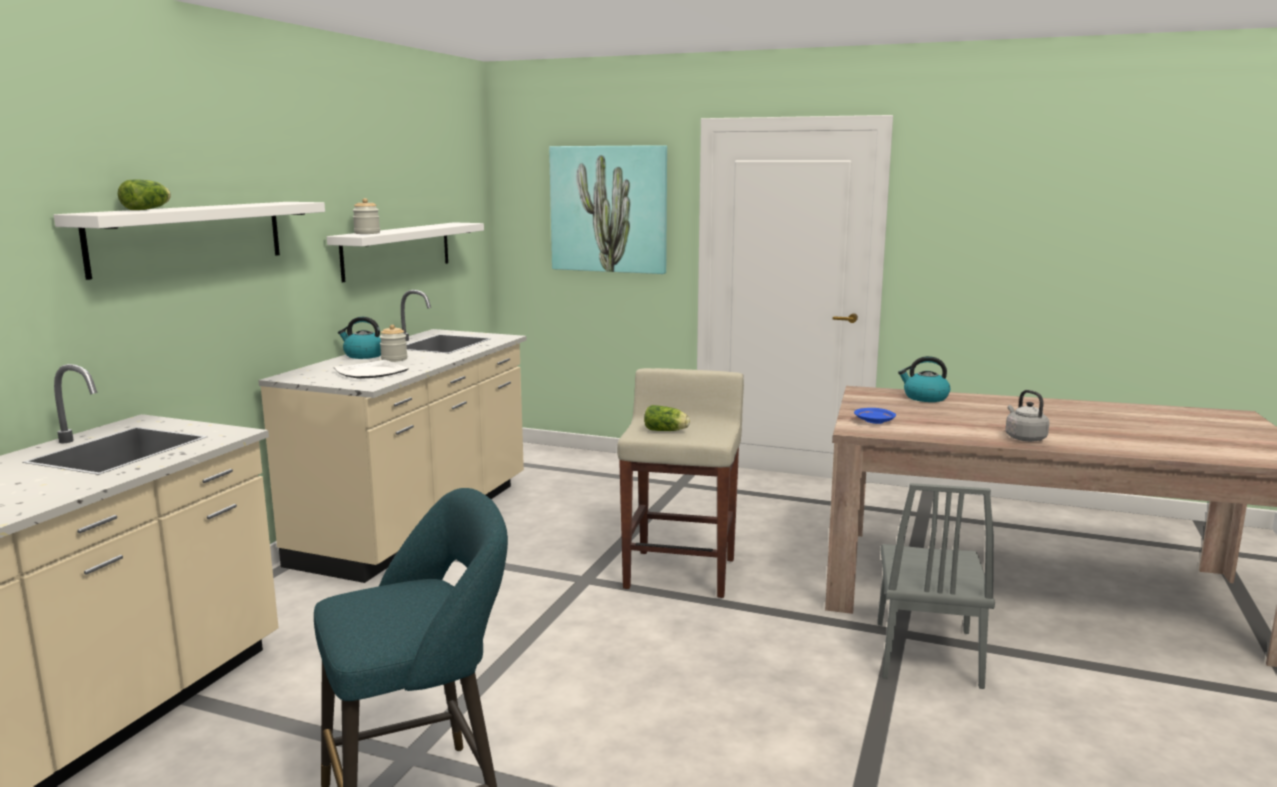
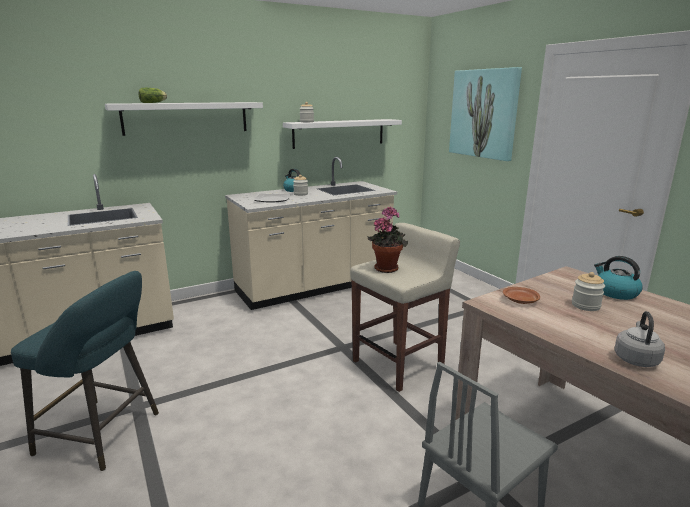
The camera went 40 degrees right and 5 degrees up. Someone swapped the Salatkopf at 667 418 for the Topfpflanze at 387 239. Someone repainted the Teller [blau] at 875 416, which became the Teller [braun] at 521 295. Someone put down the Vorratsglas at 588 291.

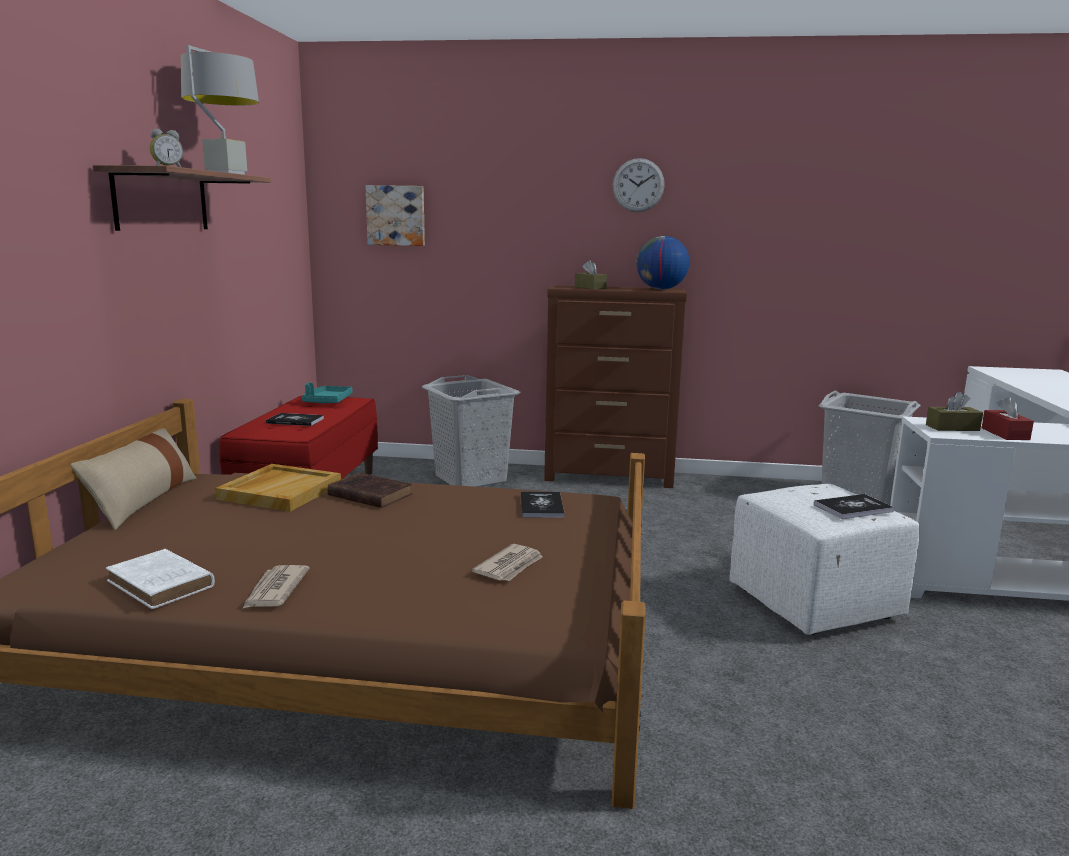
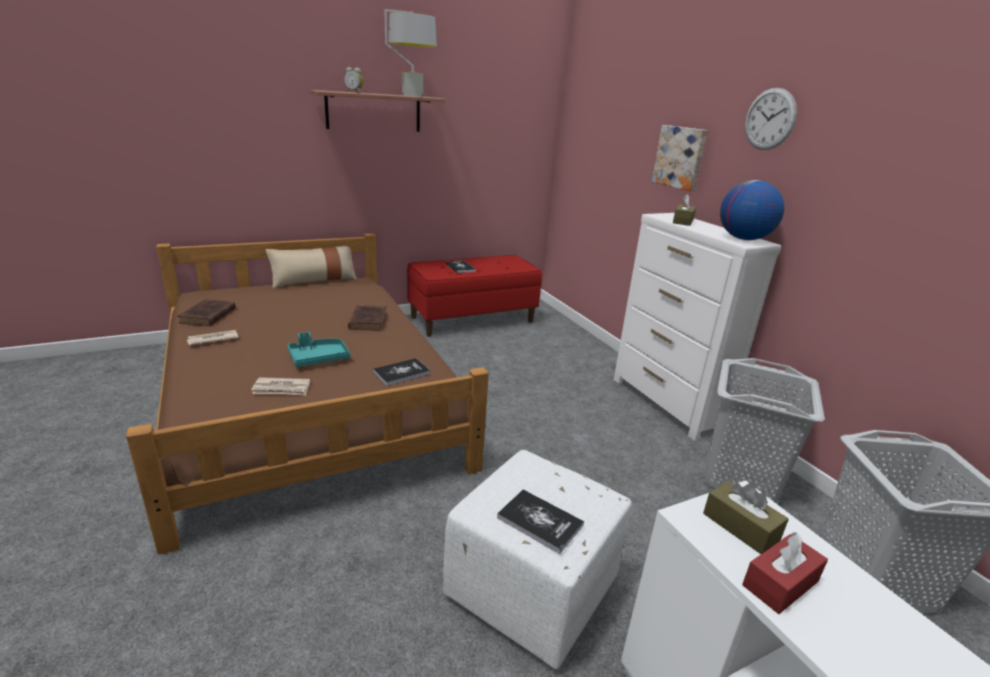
The camera went 55 degrees right and 10 degrees up. Someone carried the Bild from 395 215 to 680 158. Someone repainted the Kommode [braun] at 615 386, which became the Kommode [weiß] at 697 327. Someone carried the Wäschekorb [grau] from 471 431 to 764 431. Someone carried the Tablett [türkis] from 327 392 to 318 349. Someone took away the Tablett [beige] at 278 488. Someone repainted the Buch [weiß] at 160 579, which became the Buch [braun] at 206 312.

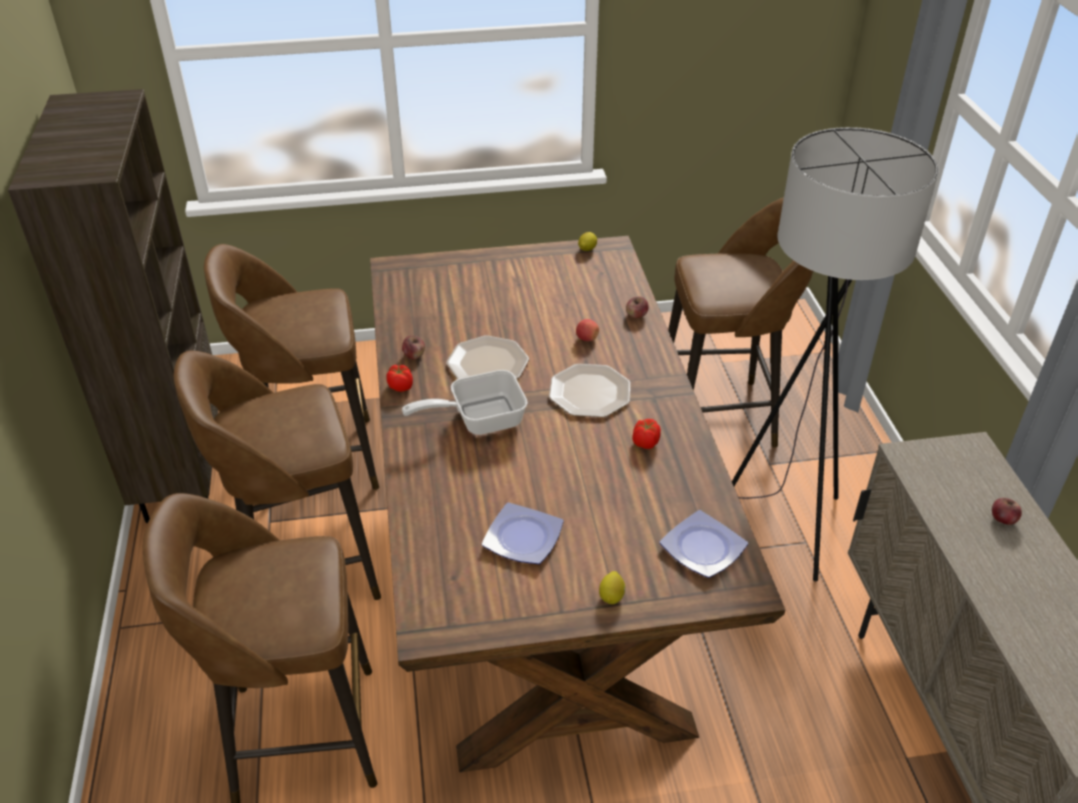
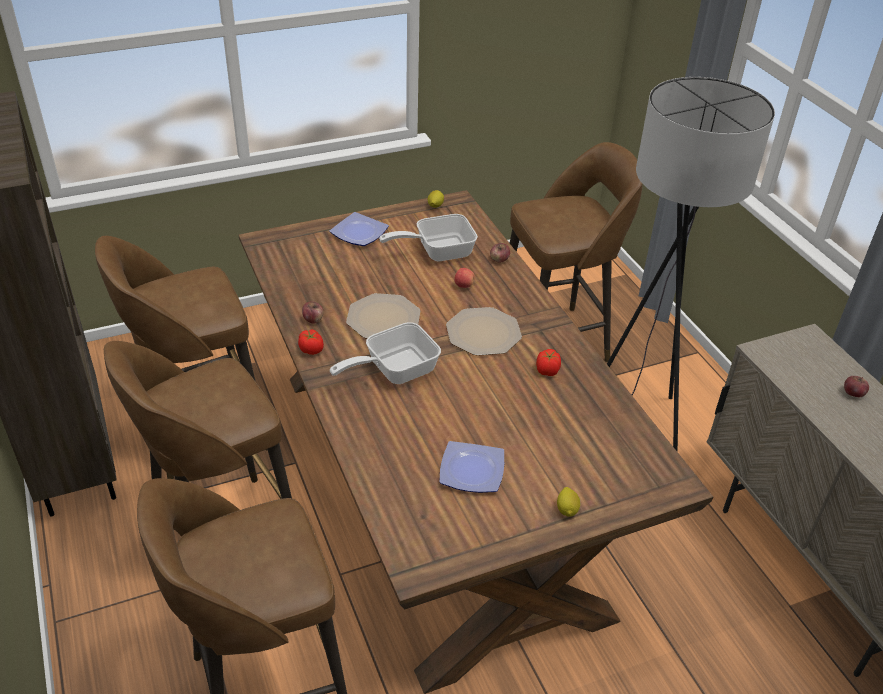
The camera went 15 degrees left and 0 degrees up. Someone carried the Teller from 704 544 to 359 229. Someone put down the Pfanne at 428 237.

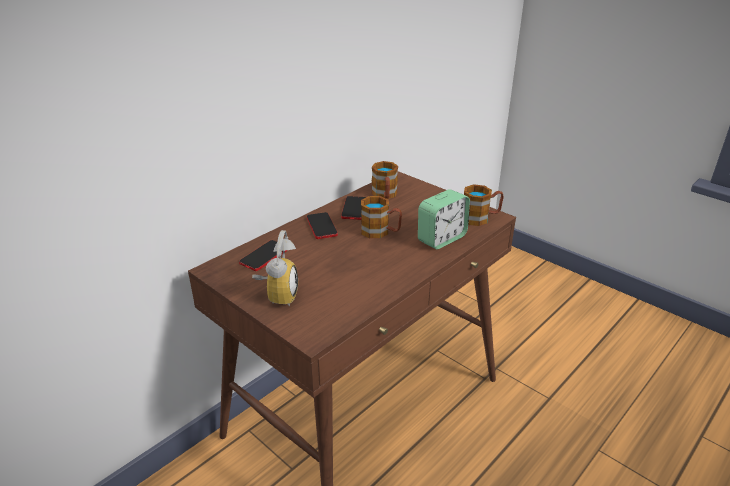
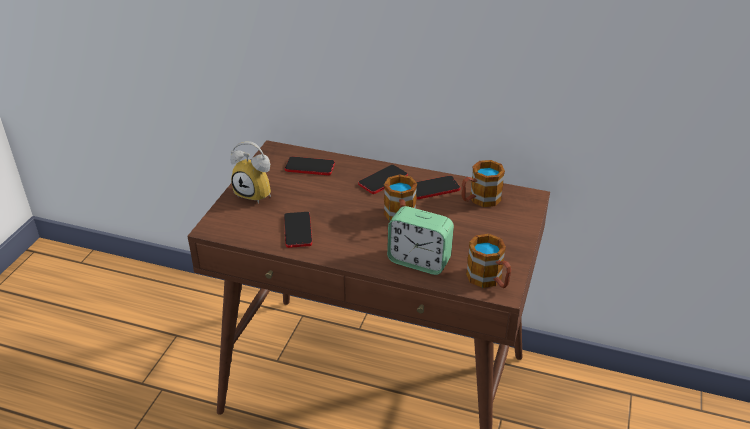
The camera went 65 degrees right and 5 degrees up. Someone rotated the Wecker at 275 268 by 45 degrees clockwise. Someone put down the Handy at 298 230.

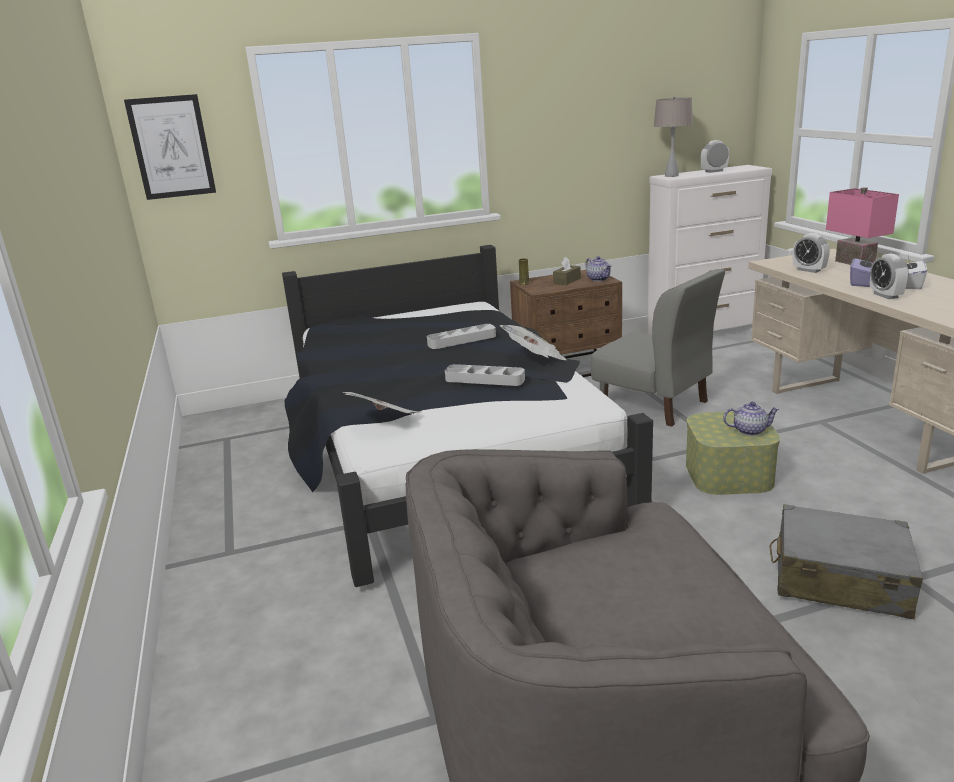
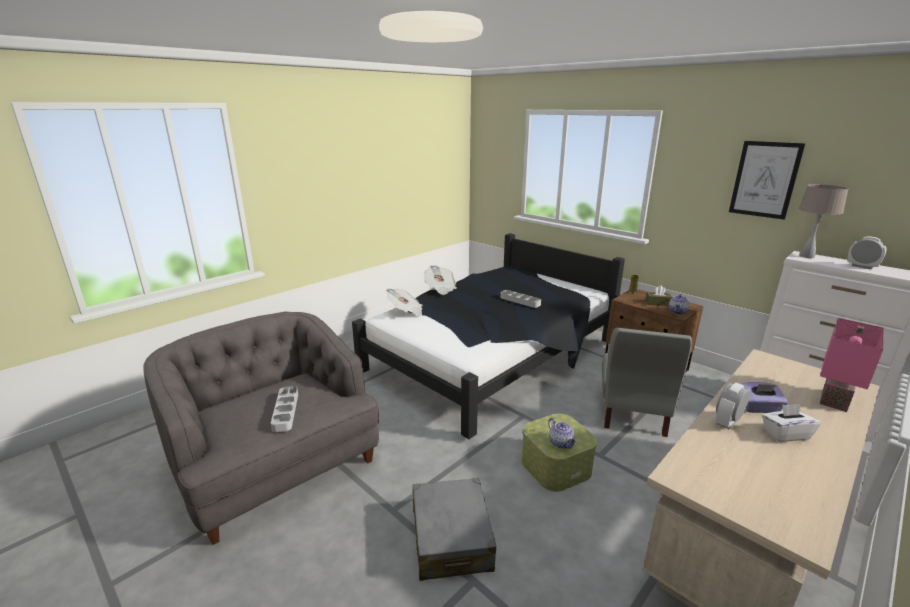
The camera went 60 degrees right and 0 degrees up. Someone carried the Bild from 170 147 to 767 180. Someone took away the Wecker at 811 253. Someone carried the Zeitung from 533 342 to 440 280. Someone carried the Tablett [grau] from 485 375 to 284 409.

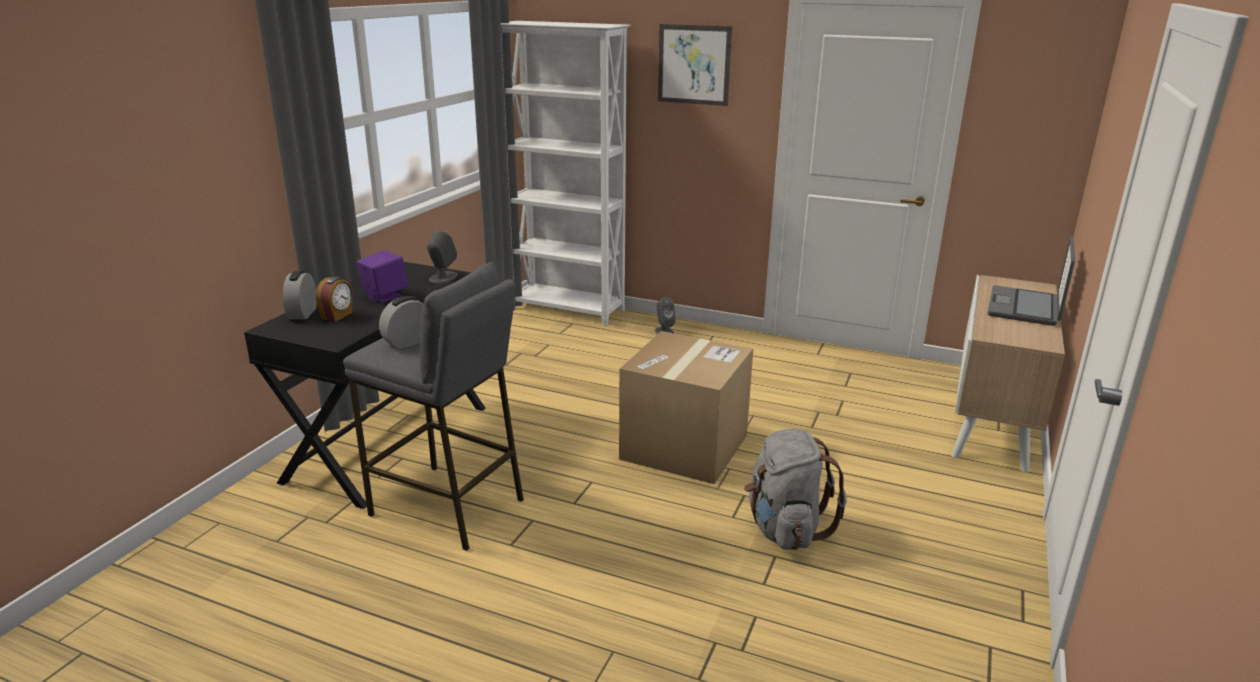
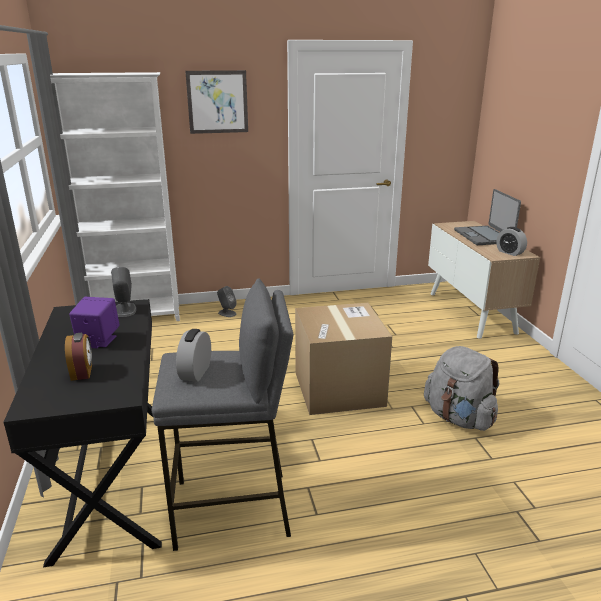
The camera went 35 degrees left and 0 degrees up. Someone carried the Wecker from 300 295 to 511 241.

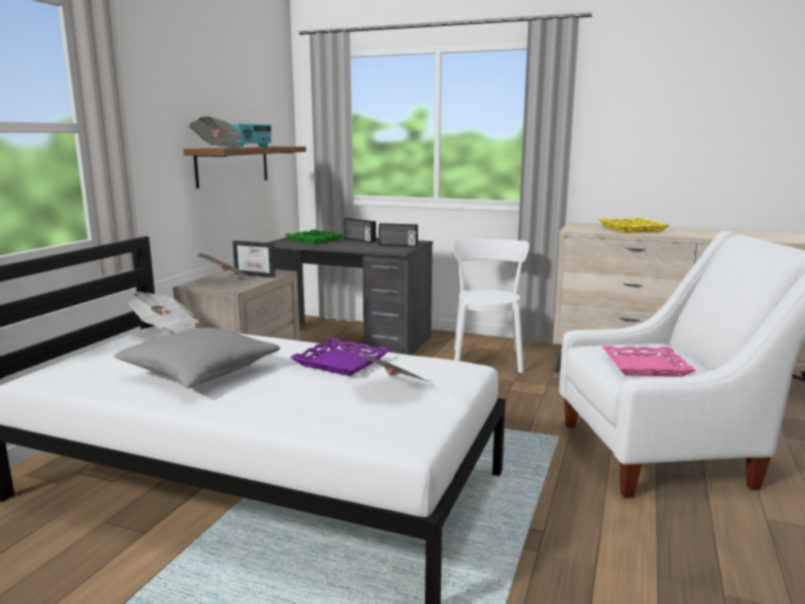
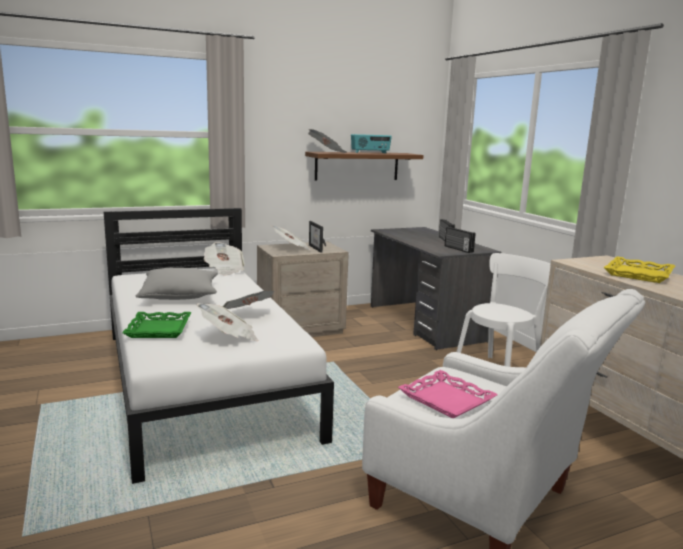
The camera went 45 degrees right and 0 degrees up. Someone carried the Tablett [grün] from 314 236 to 156 325. Someone swapped the Tablett [lila] at 340 357 for the Zeitung at 248 300.

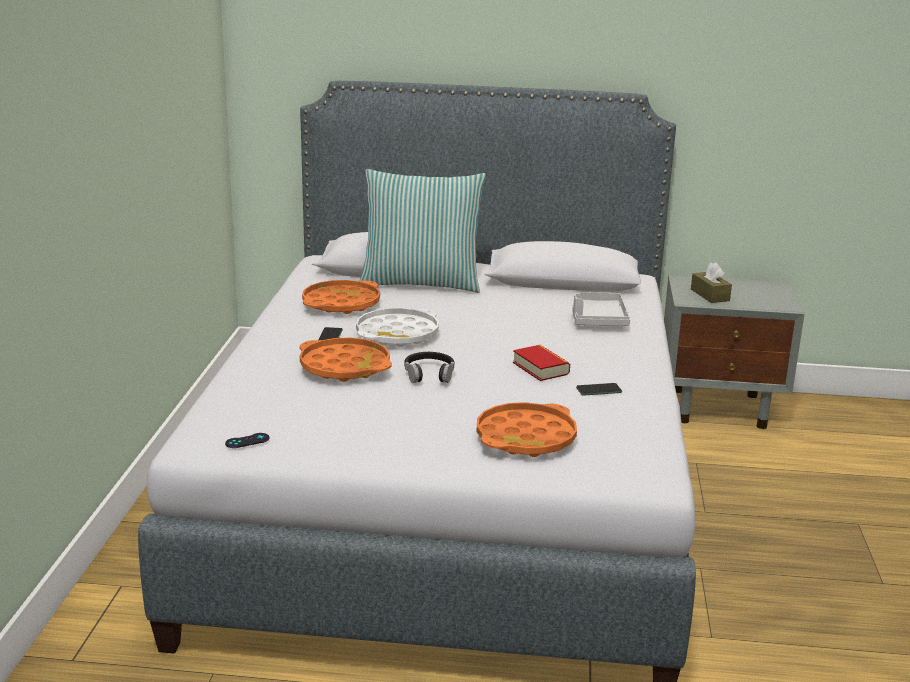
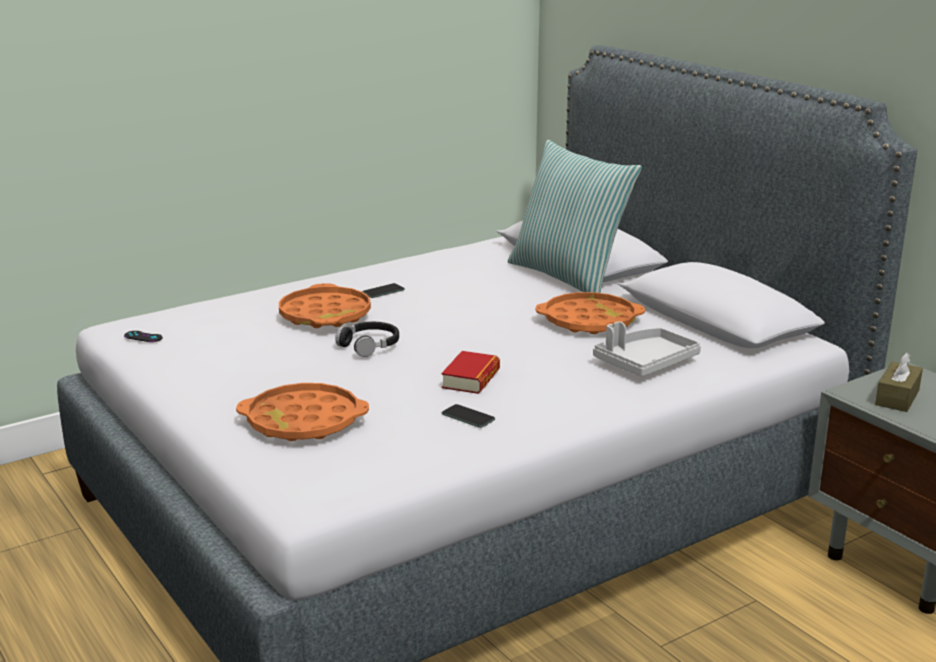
The camera went 50 degrees right and 0 degrees up. Someone carried the Tablett [orange] from 341 297 to 590 313. Someone took away the Tablett [weiß] at 397 327.

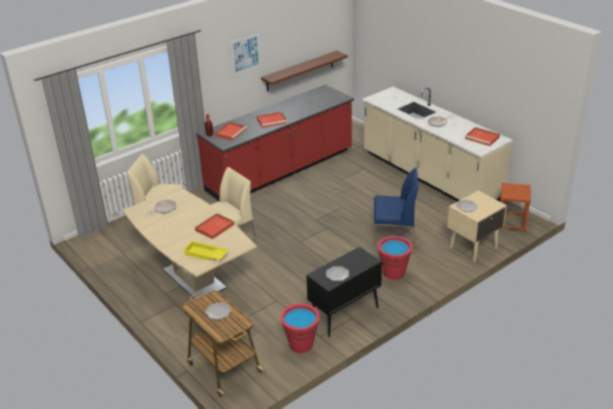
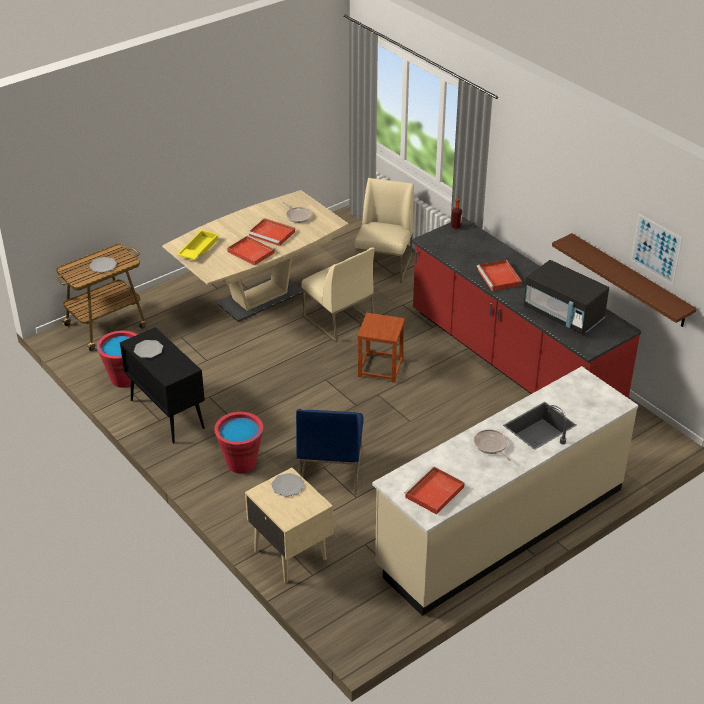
The camera went 90 degrees right and 5 degrees up. Someone carried the Bild from 246 54 to 657 249. Someone carried the Tablett [rot] from 231 131 to 271 232. Someone carried the Hocker [braun] from 514 207 to 381 348. Someone put down the Mikrowelle [schwarz] at 566 297.

